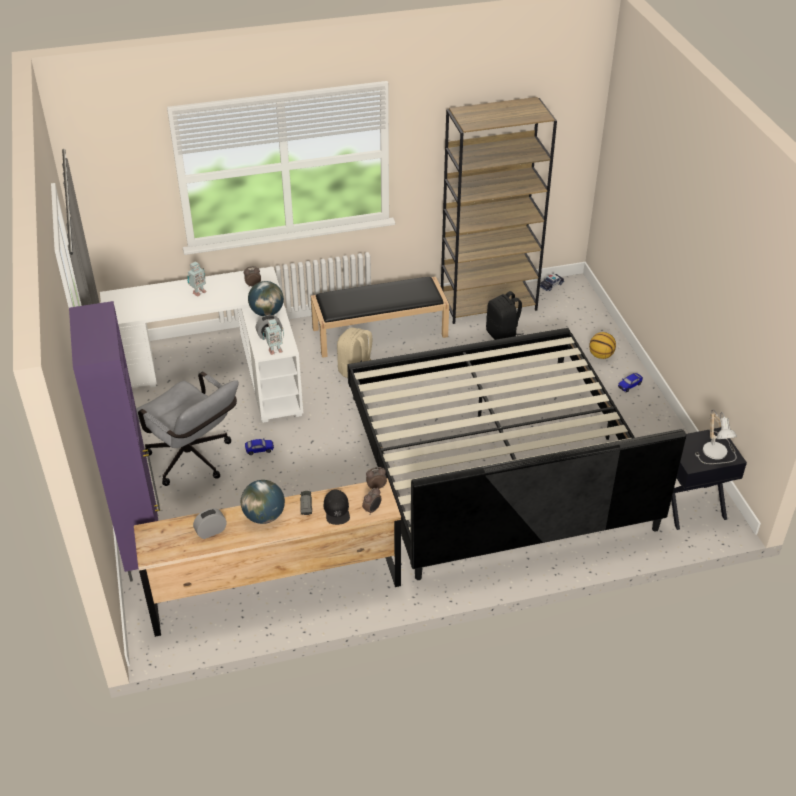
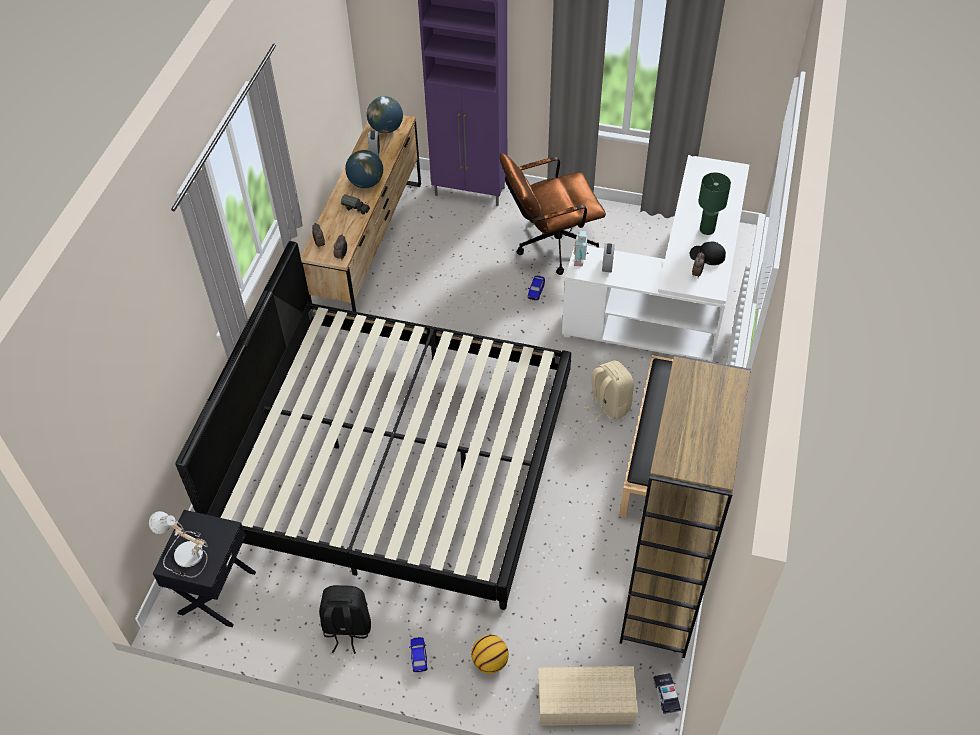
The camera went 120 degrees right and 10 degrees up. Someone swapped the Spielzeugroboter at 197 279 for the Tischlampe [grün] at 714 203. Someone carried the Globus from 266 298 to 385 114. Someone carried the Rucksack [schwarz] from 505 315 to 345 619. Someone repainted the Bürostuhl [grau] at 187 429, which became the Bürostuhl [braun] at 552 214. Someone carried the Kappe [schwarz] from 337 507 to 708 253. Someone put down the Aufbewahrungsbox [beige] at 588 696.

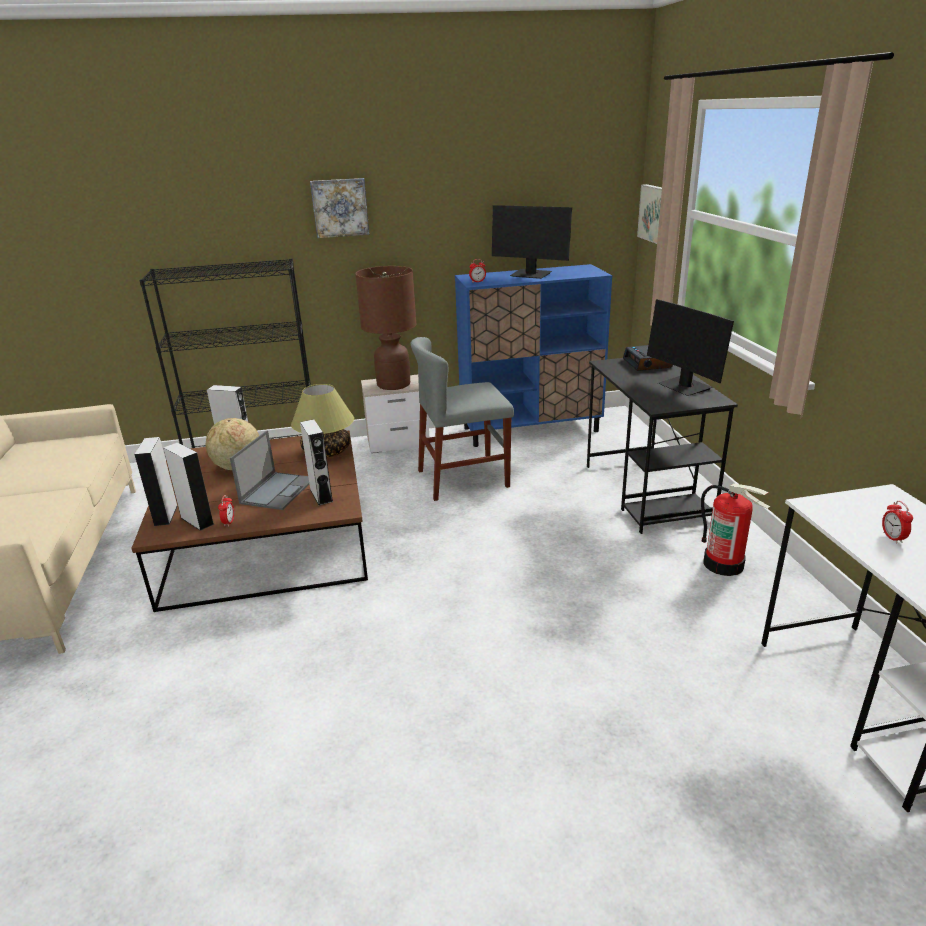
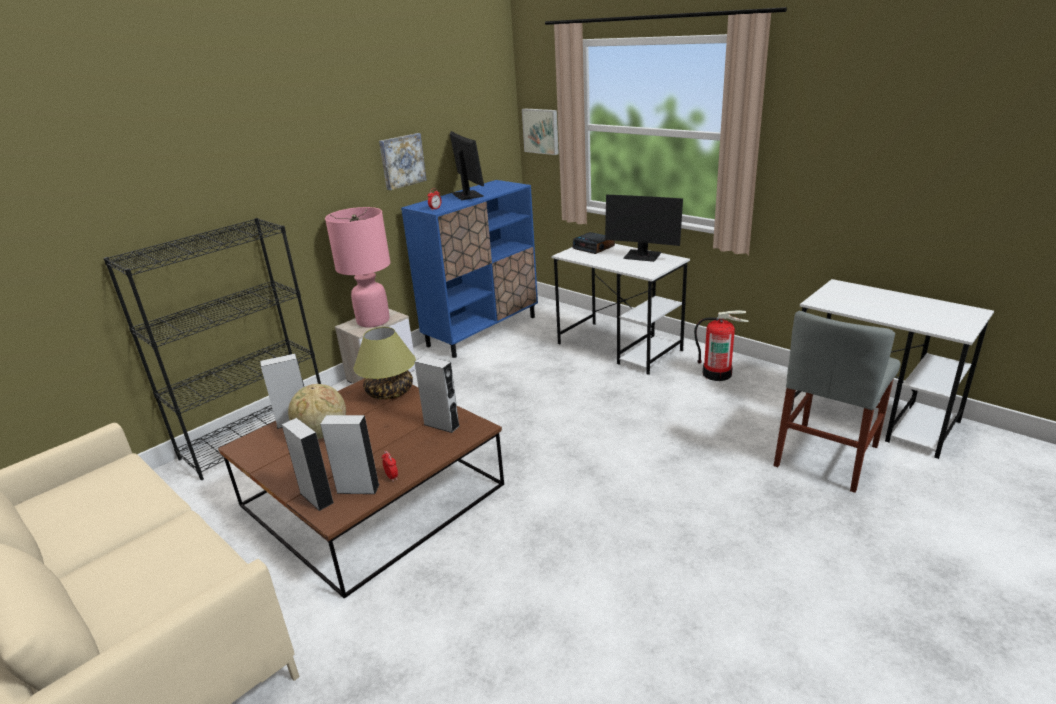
The camera went 35 degrees left and 0 degrees up. Someone carried the Bild from 339 208 to 403 161. Someone rotated the Monitor at 532 242 by 105 degrees counterclockwise. Someone repainted the Tischlampe [braun] at 386 328, which became the Tischlampe [rosa] at 358 267. Someone carried the Stuhl [grau] from 462 419 to 836 402. Someone repainted the Schreibtisch [schwarz] at 662 446, which became the Schreibtisch [weiß] at 620 309. Someone took away the Laptop at 269 470. Someone took away the Wecker at 897 522.

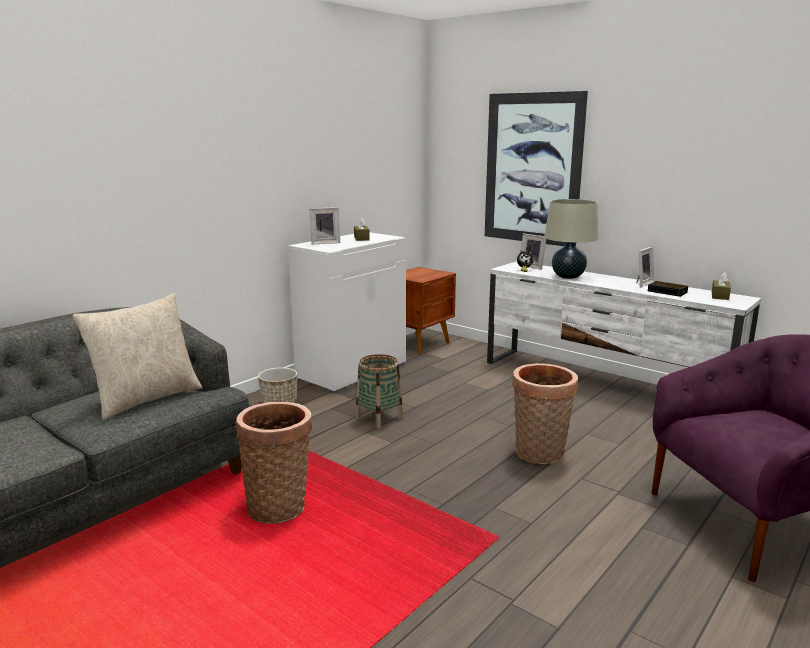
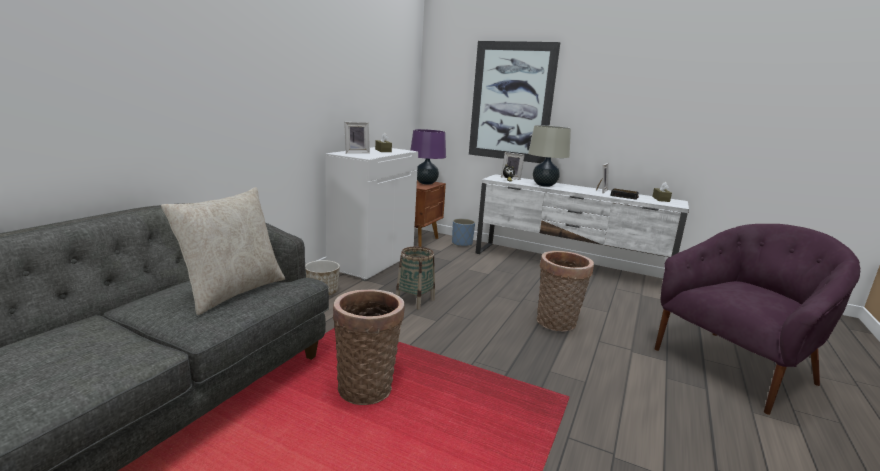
The camera went 15 degrees left and 0 degrees up. Someone put down the Tischlampe [lila] at 428 157. Someone put down the Pflanzkübel [blau] at 463 232.

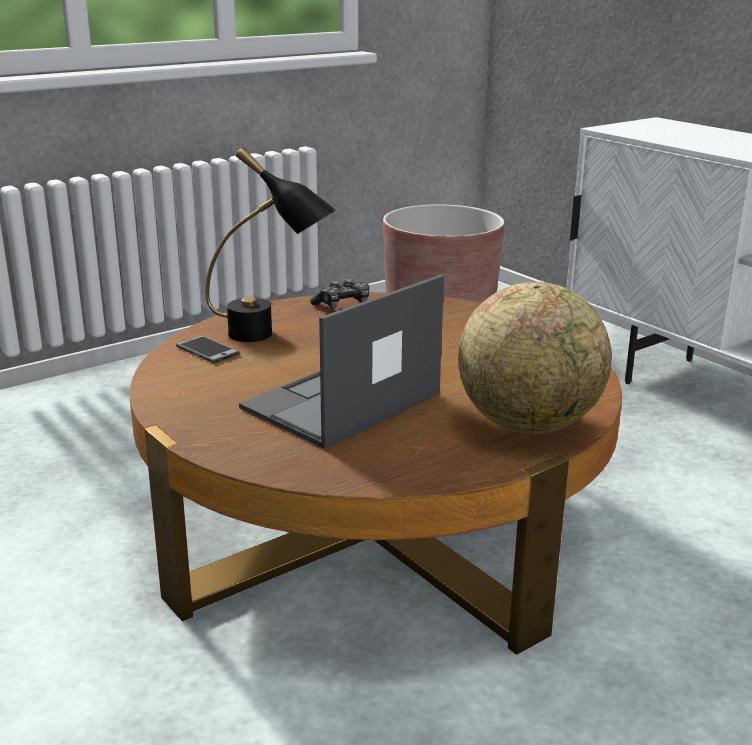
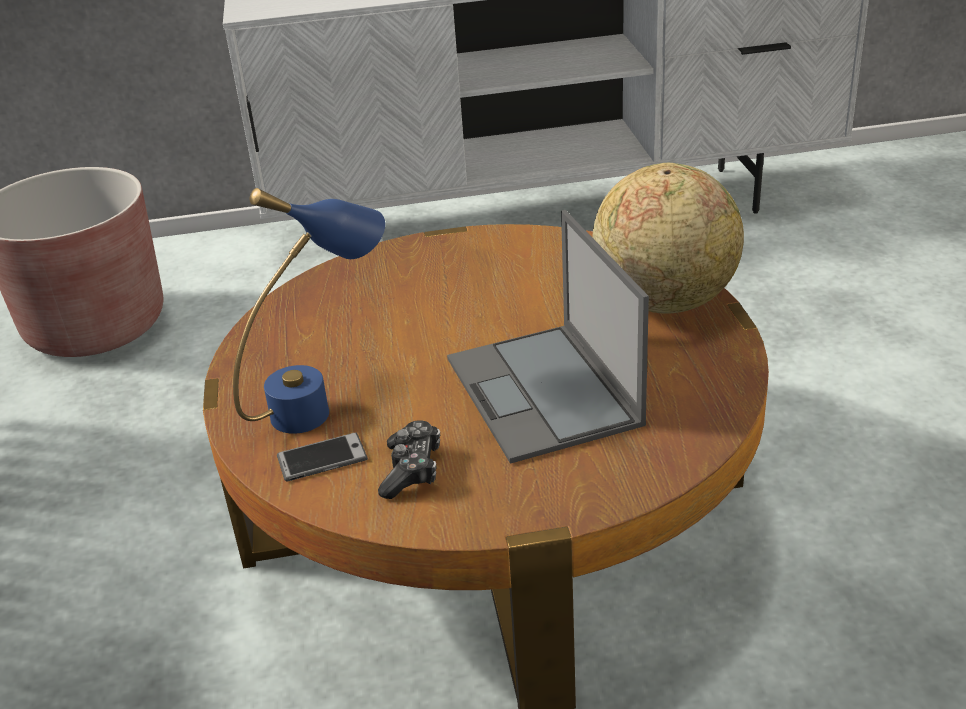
The camera went 60 degrees left and 10 degrees up. Someone repainted the Tischlampe [schwarz] at 270 244, which became the Tischlampe [blau] at 309 311. Someone carried the Gamepad from 339 294 to 409 459.

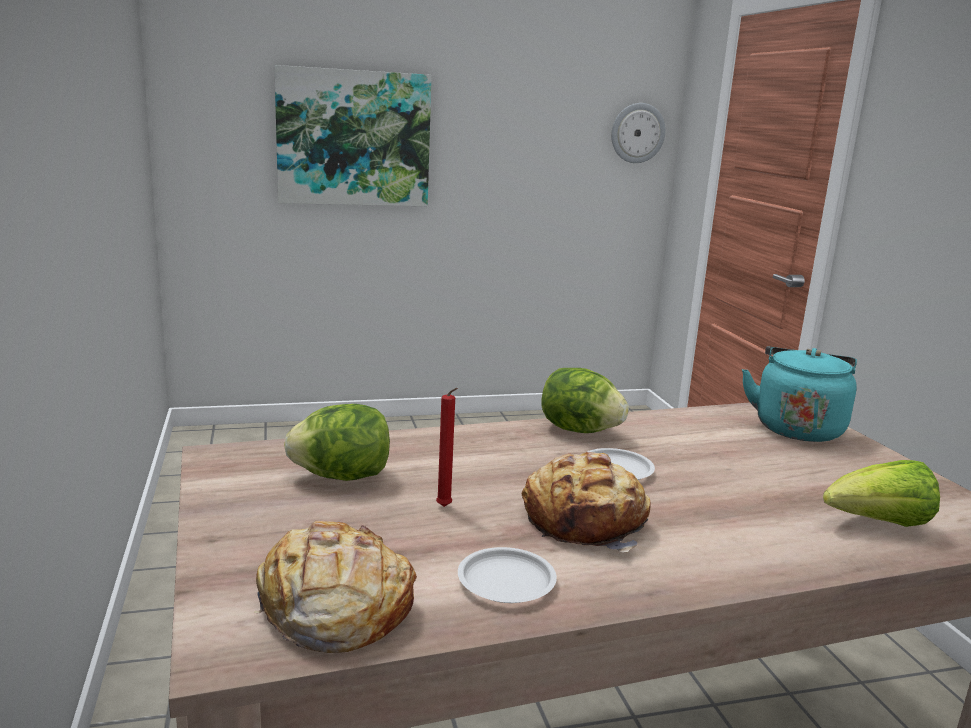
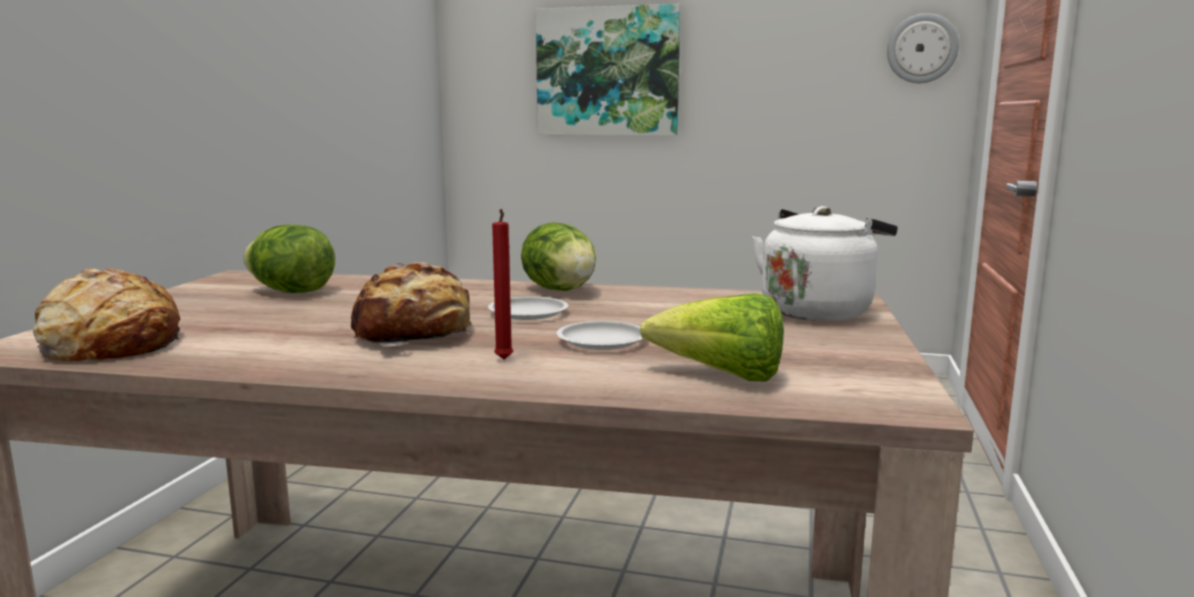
The camera went 30 degrees right and 5 degrees down. Someone repainted the Wasserkessel [türkis] at 799 394, which became the Wasserkessel [weiß] at 825 263. Someone carried the Kerze [rot] from 447 447 to 503 284. Someone carried the Teller [weiß] from 507 575 to 600 335.

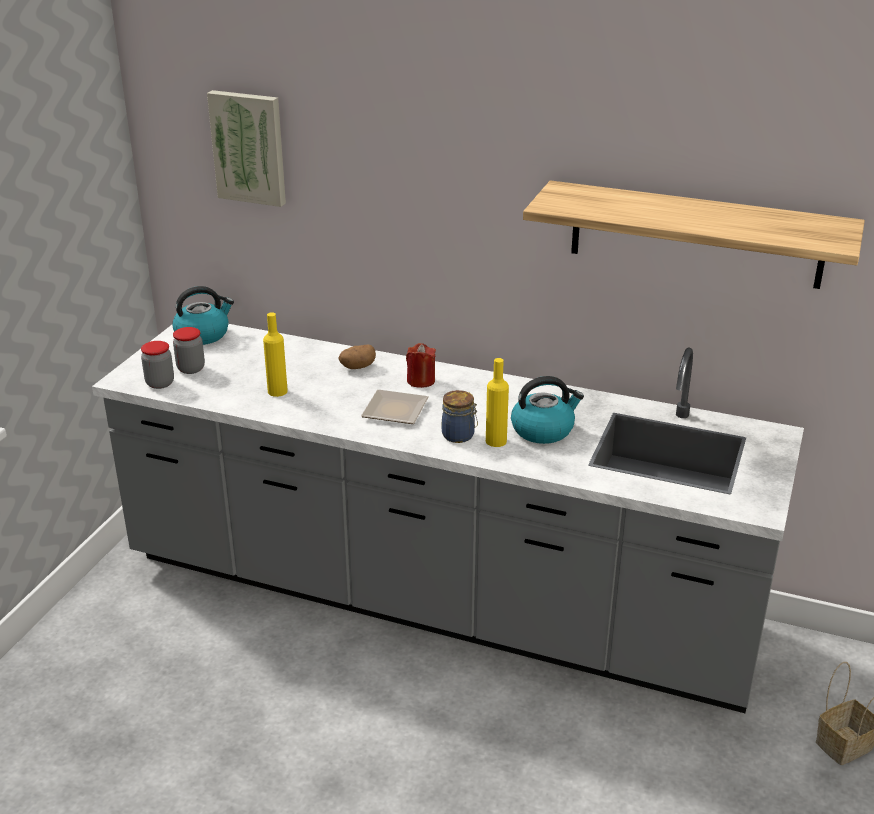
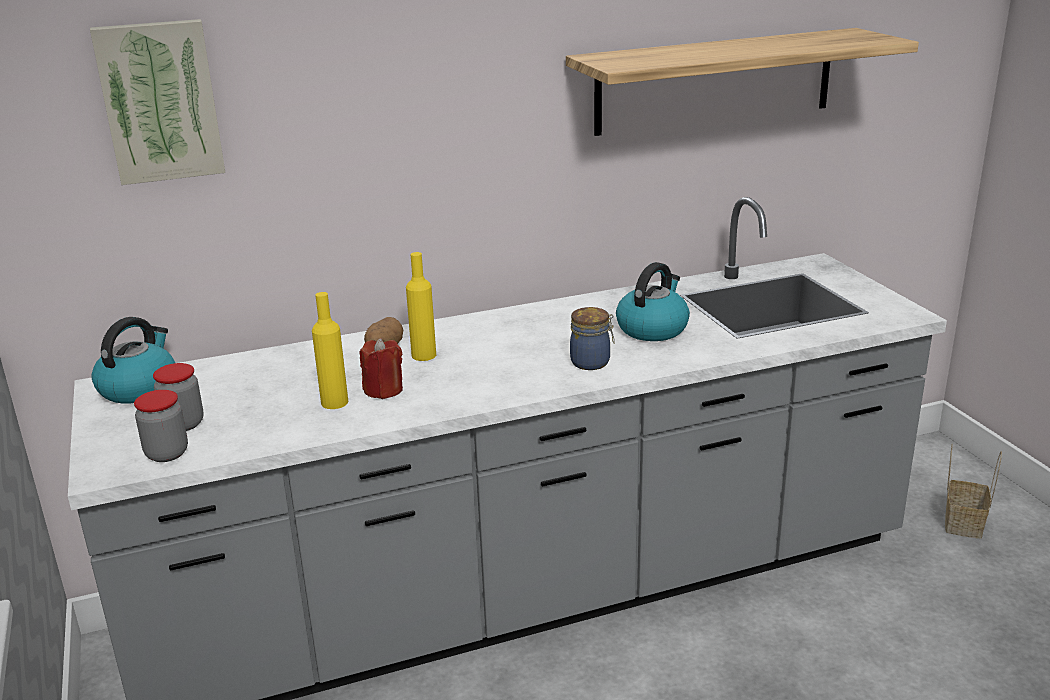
The camera went 40 degrees left and 5 degrees down. Someone carried the Kerze [rot] from 421 365 to 381 368. Someone carried the Flasche [gelb] from 497 402 to 421 306. Someone took away the Teller at 395 407.

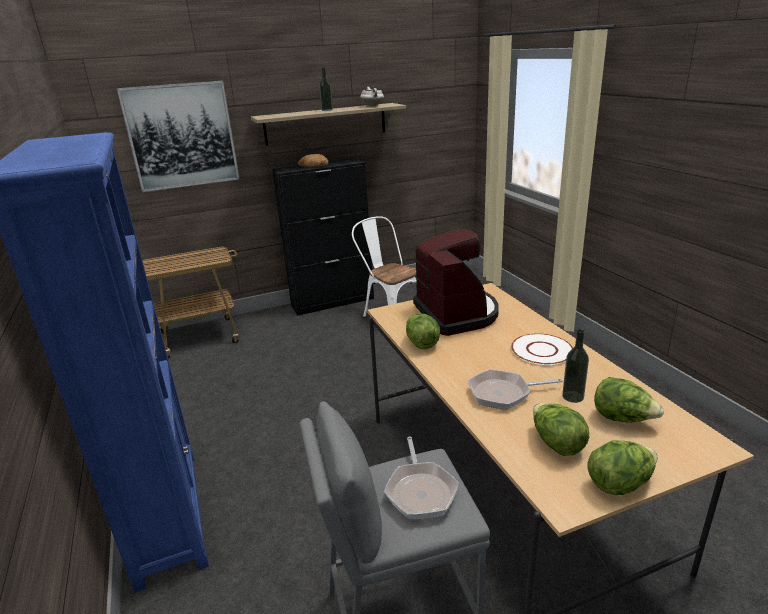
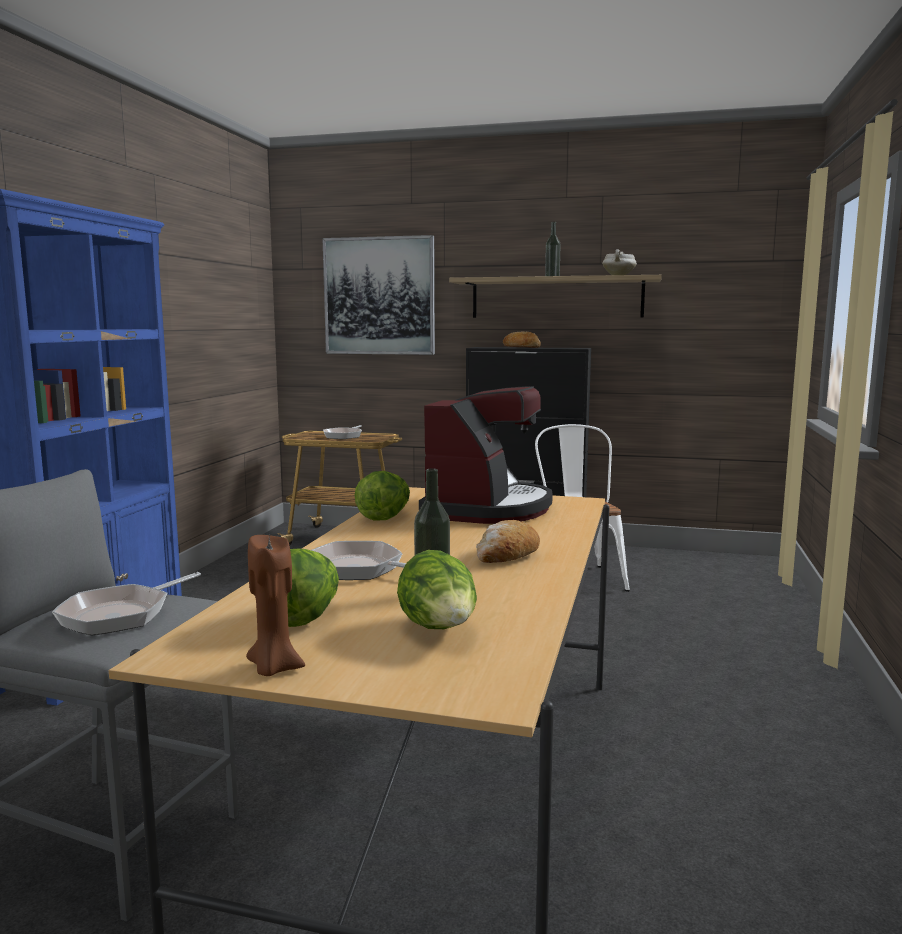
The camera went 35 degrees right and 15 degrees down. Someone swapped the Teller [weiß] at 542 349 for the Brot at 508 541. Someone swapped the Salatkopf at 623 467 for the Kerze [braun] at 275 605. Someone put down the Pfanne at 342 432.

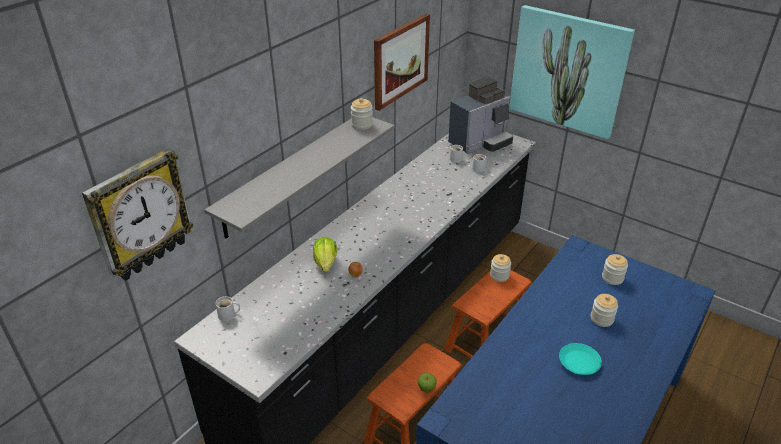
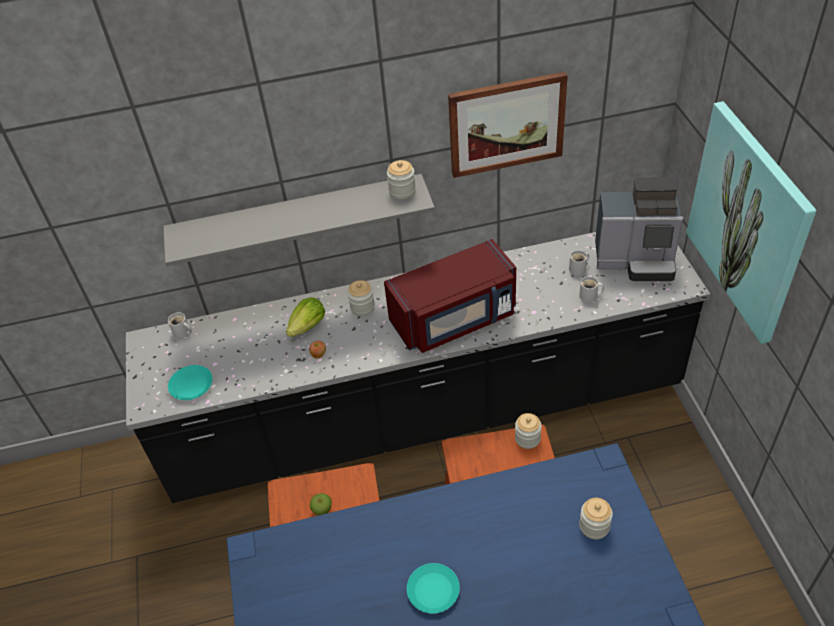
The camera went 45 degrees right and 10 degrees up. Someone took away the Wanduhr at 138 214. Someone carried the Vorratsglas from 604 310 to 361 298. Someone put down the Mikrowelle [rot] at 450 296. Someone put down the Teller [türkis] at 190 382.

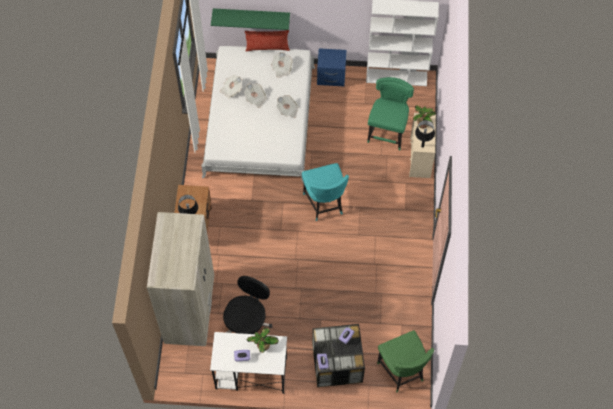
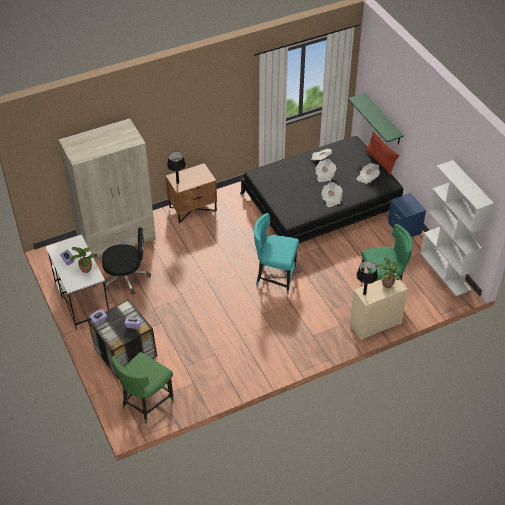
The camera went 60 degrees right and 15 degrees down. Someone repainted the Bett [weiß] at 258 115, which became the Bett [schwarz] at 321 189. Someone rotated the Stuhl [türkis] at 325 192 by 60 degrees clockwise.

